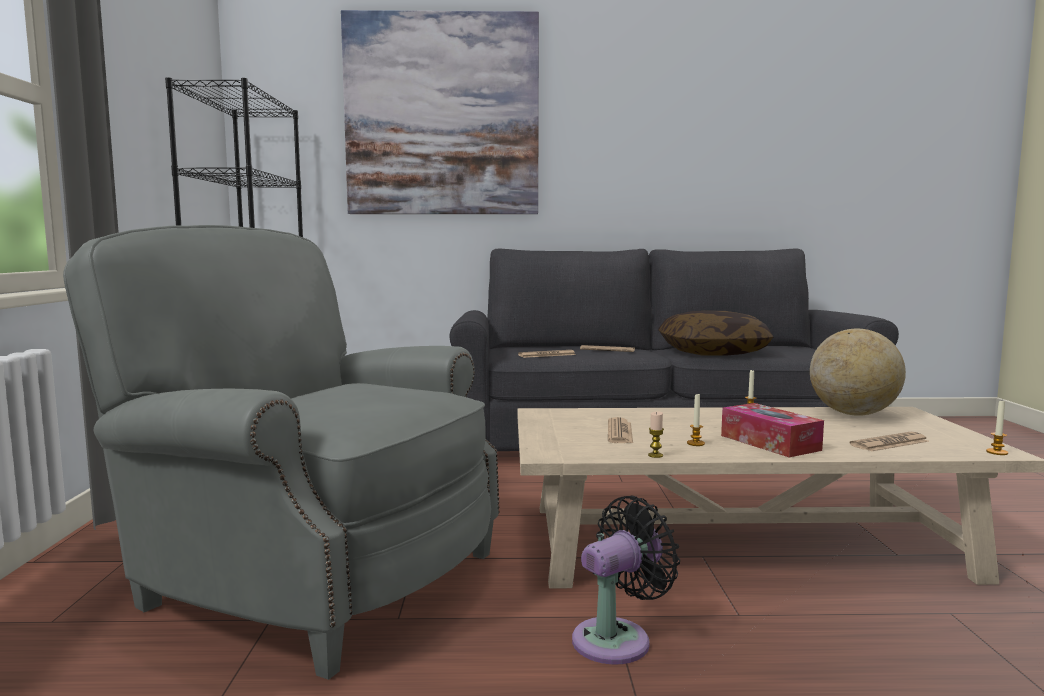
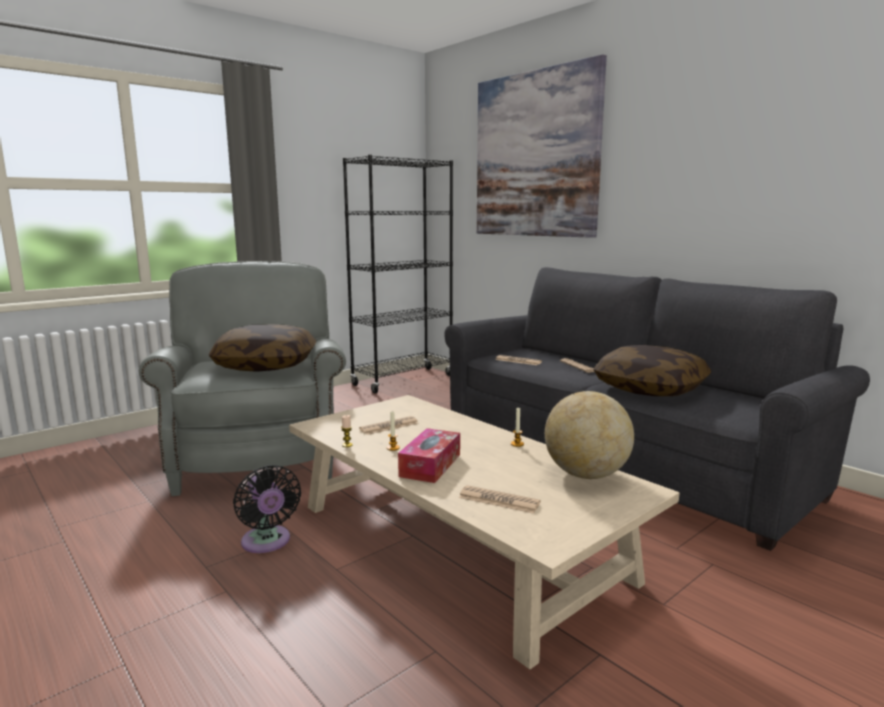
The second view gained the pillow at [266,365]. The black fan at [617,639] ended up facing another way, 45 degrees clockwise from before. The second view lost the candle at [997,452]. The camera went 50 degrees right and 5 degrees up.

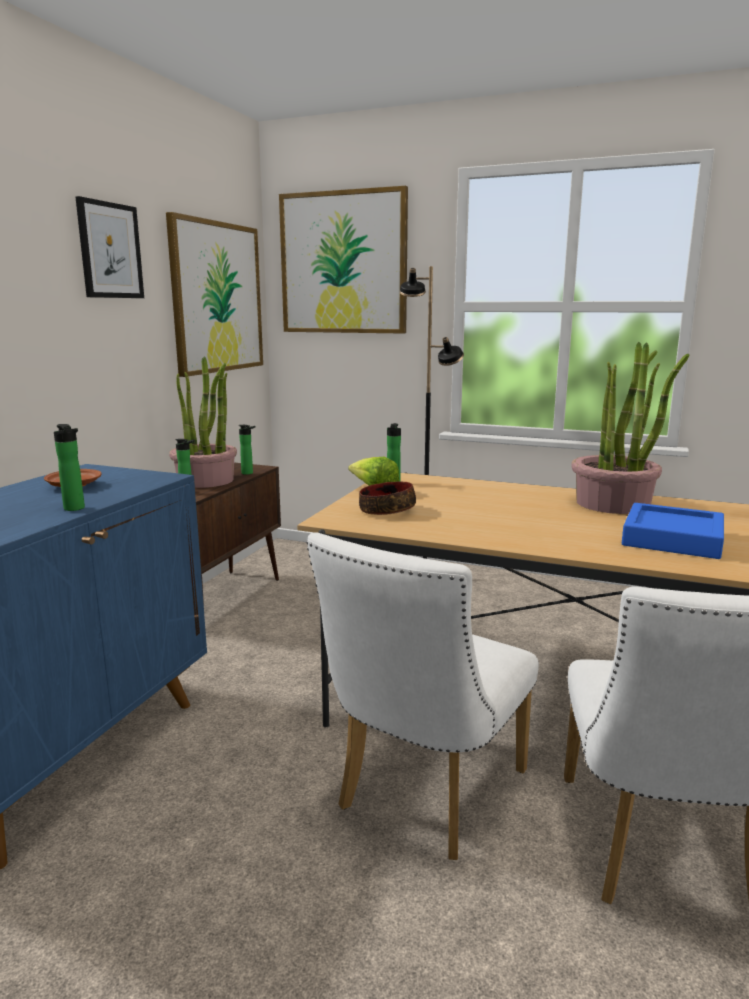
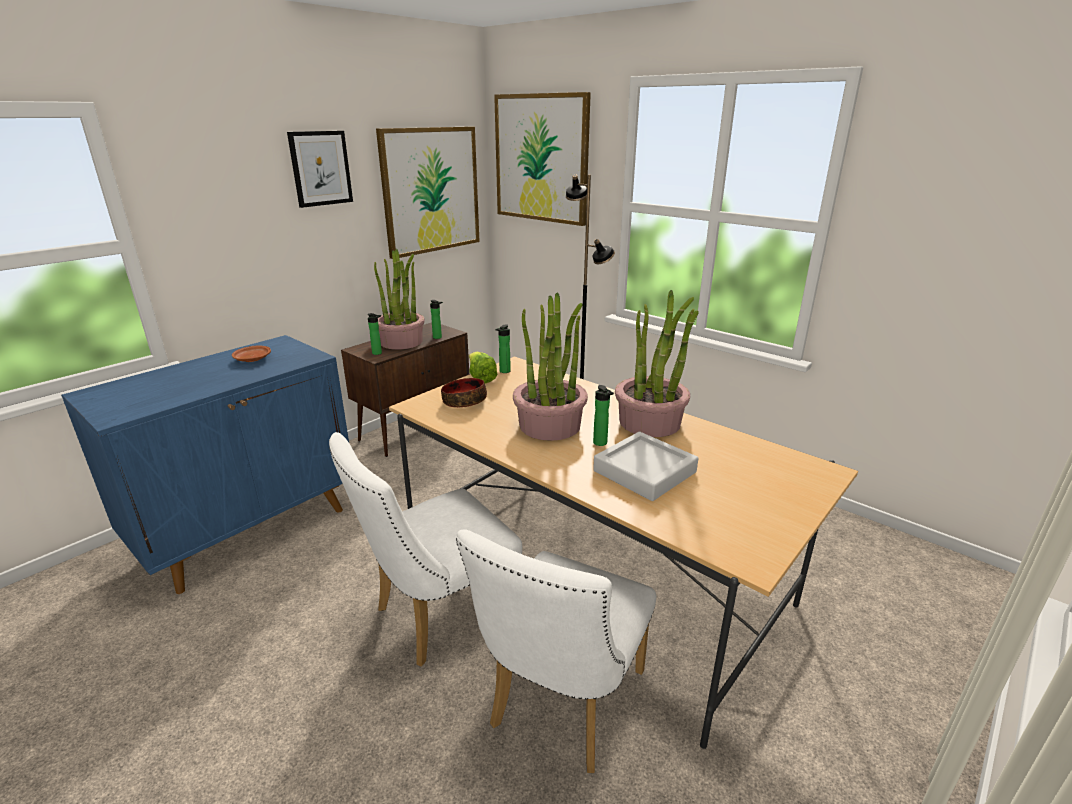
The second view gained the potted plant at [550,426]. The bottle ended up elsewhere, having gone from [75,509] to [601,443]. What was the blue tray at [672,539] turned into the grey tray at [644,471]. The camera went 20 degrees right and 10 degrees up.

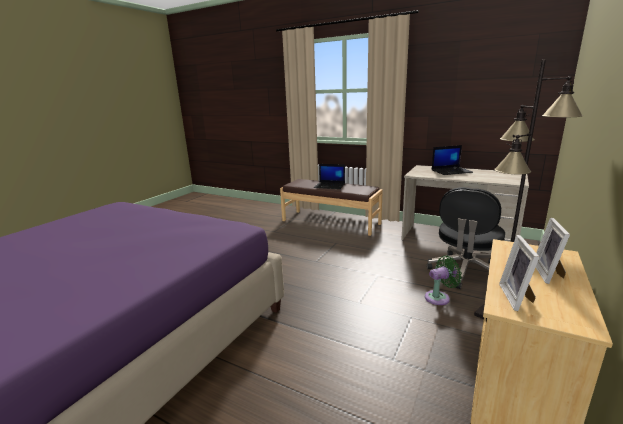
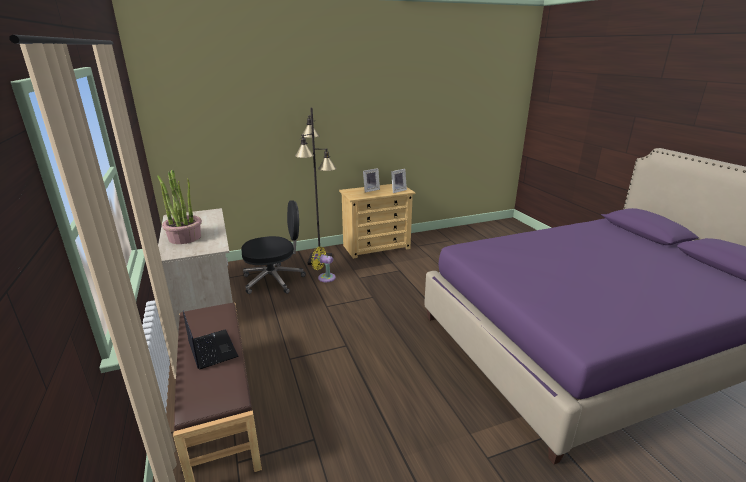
Where the laptop stood at [451,171], the potted plant came to stand at [184,237]. What was the green fan at [439,297] turned into the yellow fan at [324,277]. The camera went 140 degrees left and 5 degrees up.

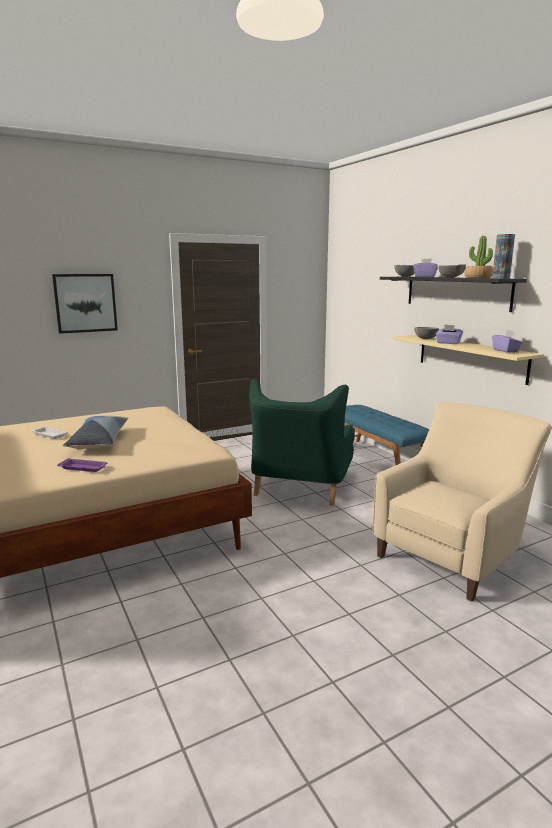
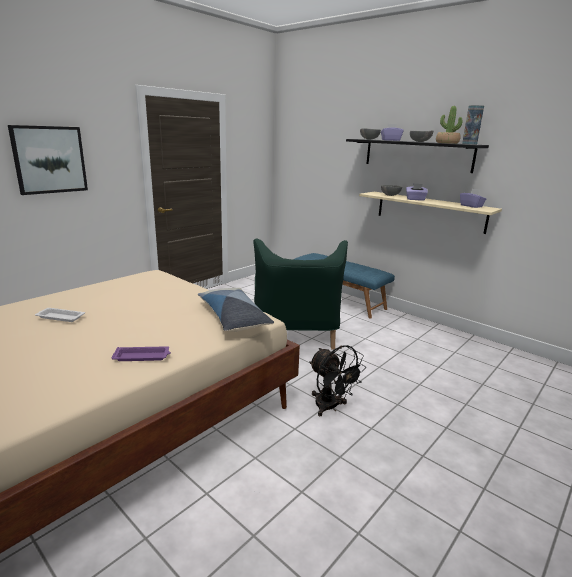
The pillow ended up elsewhere, having gone from [98,441] to [233,317]. The second view gained the black fan at [330,407]. The second view lost the beige armchair at [454,554]. The camera went 20 degrees left and 5 degrees up.

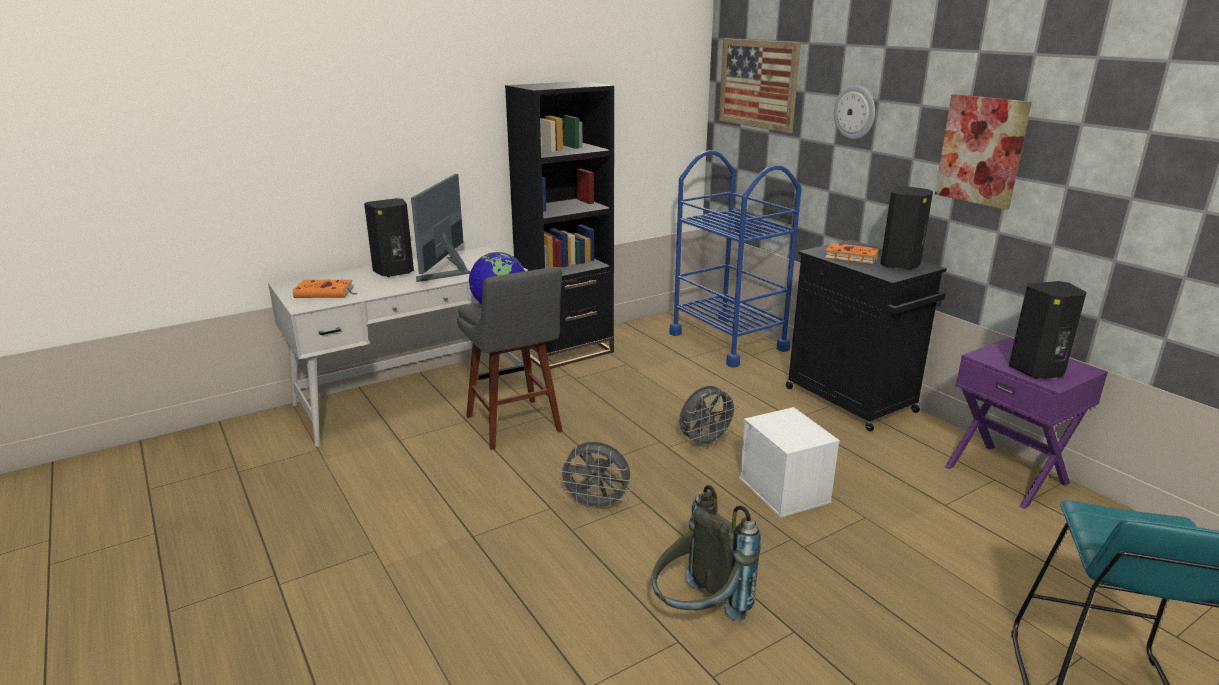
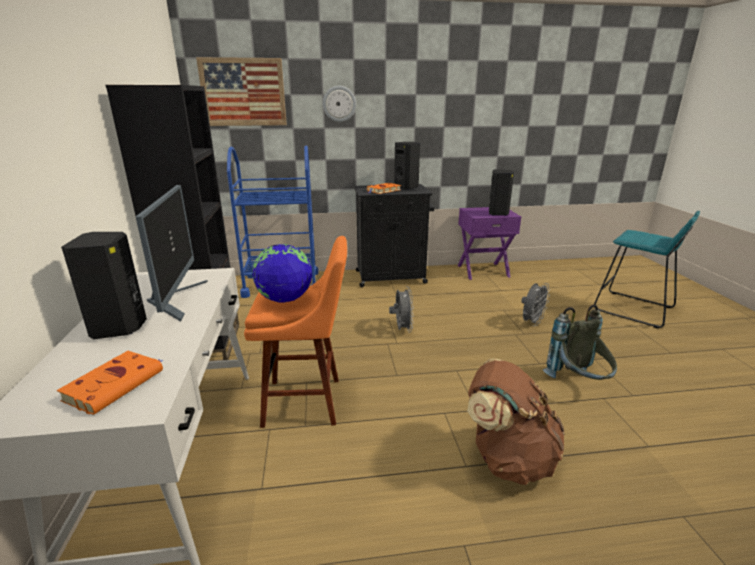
The monitor at [447,272] ended up facing another way, 135 degrees counterclockwise from before. What was the grey stool at [515,426] turned into the orange stool at [307,402]. The second view gained the brown backpack at [507,458]. The grey fan ended up elsewhere, having gone from [596,505] to [531,322]. The second view lost the white storage box at [785,491]. The second view lost the picture at [981,150]. The camera went 65 degrees left and 0 degrees up.

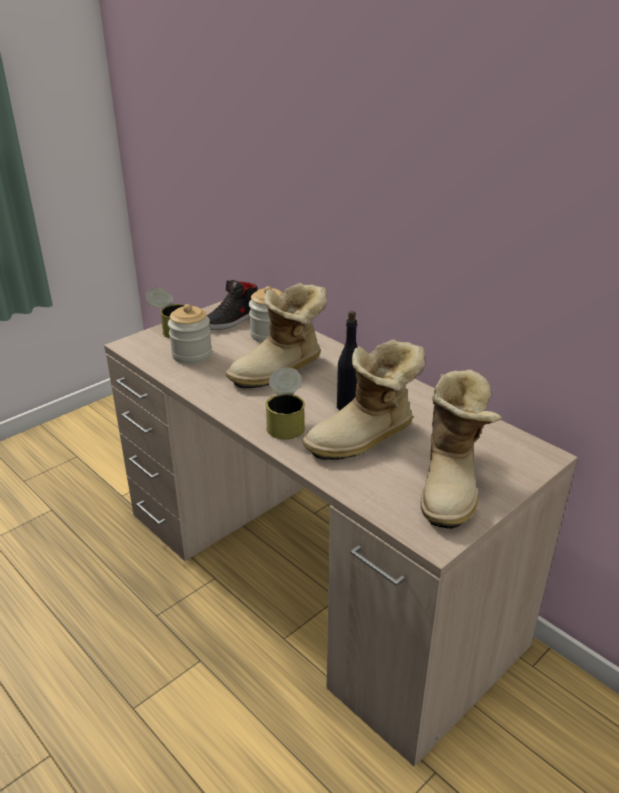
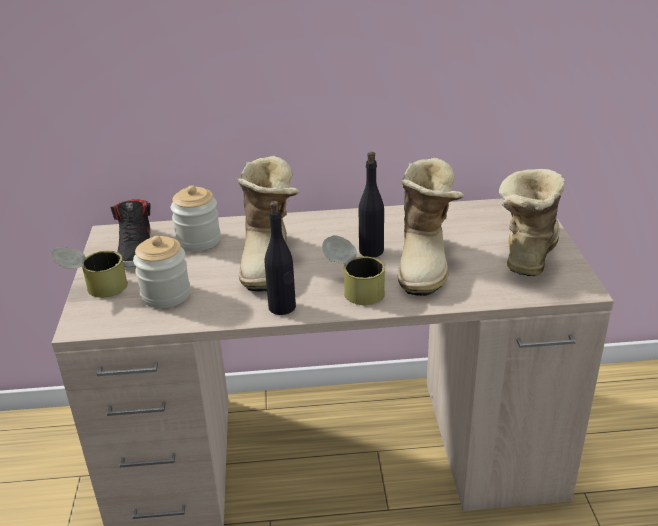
The second view gained the black bottle at [282,307]. The boot at [453,486] ended up facing another way, 120 degrees counterclockwise from before. The camera went 50 degrees left and 0 degrees up.

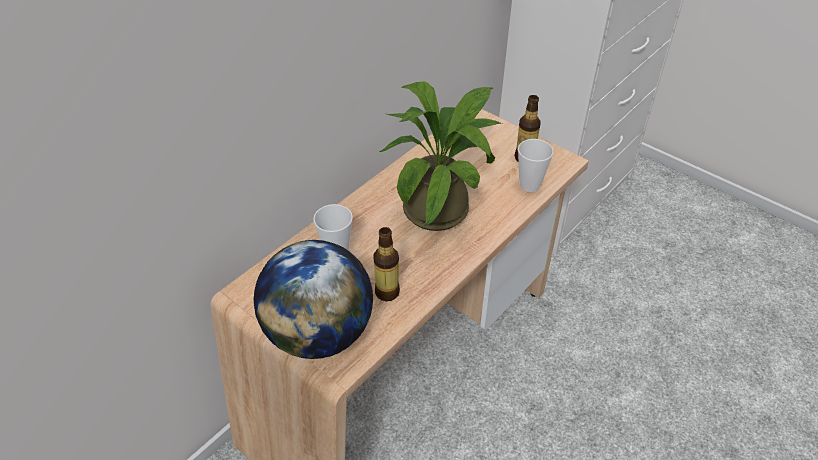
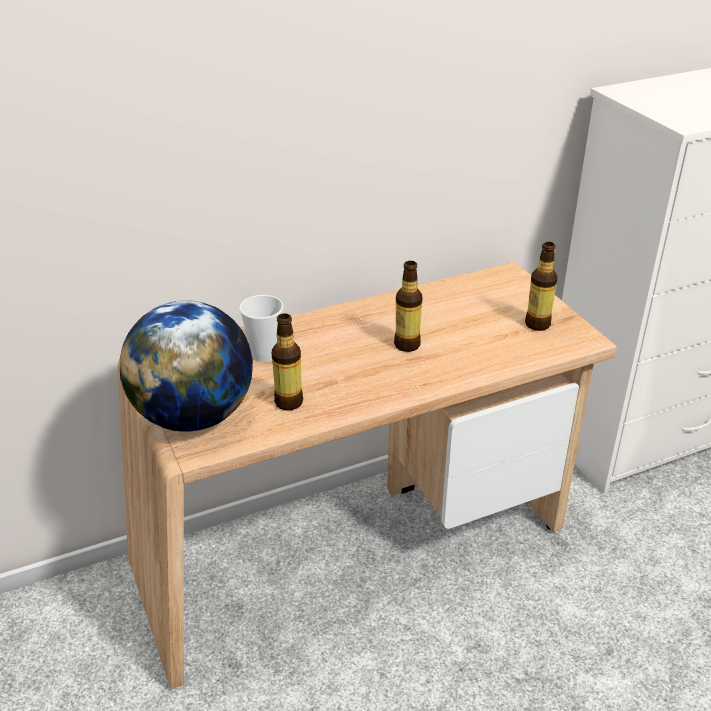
Where the potted plant stood at [442,207], the bottle came to stand at [407,345]. The second view lost the cup at [529,185]. The camera went 25 degrees right and 10 degrees down.

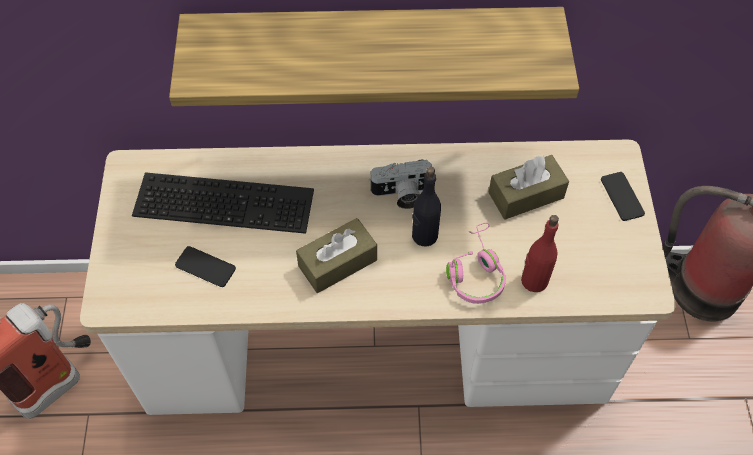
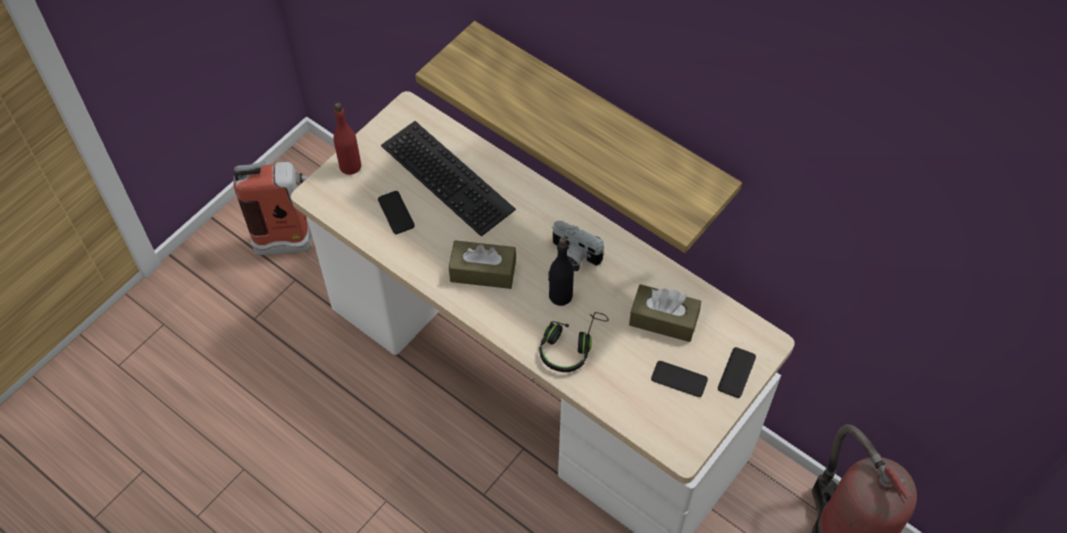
The red bottle ended up elsewhere, having gone from [534,280] to [350,165]. What was the pink headphones at [475,271] turned into the black headphones at [570,345]. The second view gained the phone at [679,379]. The camera went 40 degrees right and 0 degrees up.

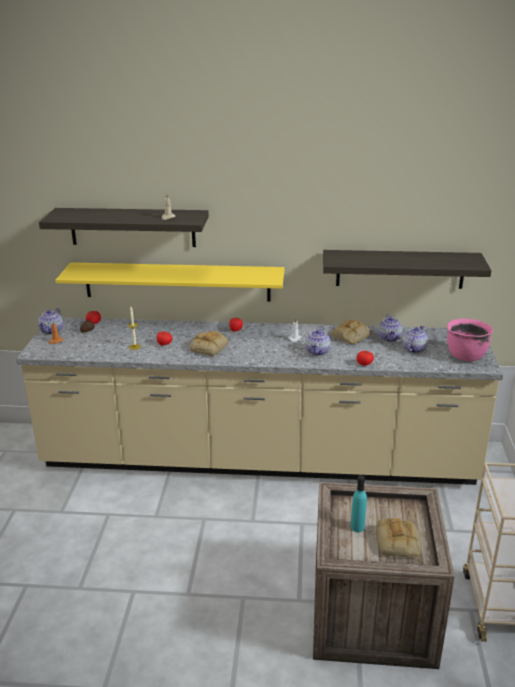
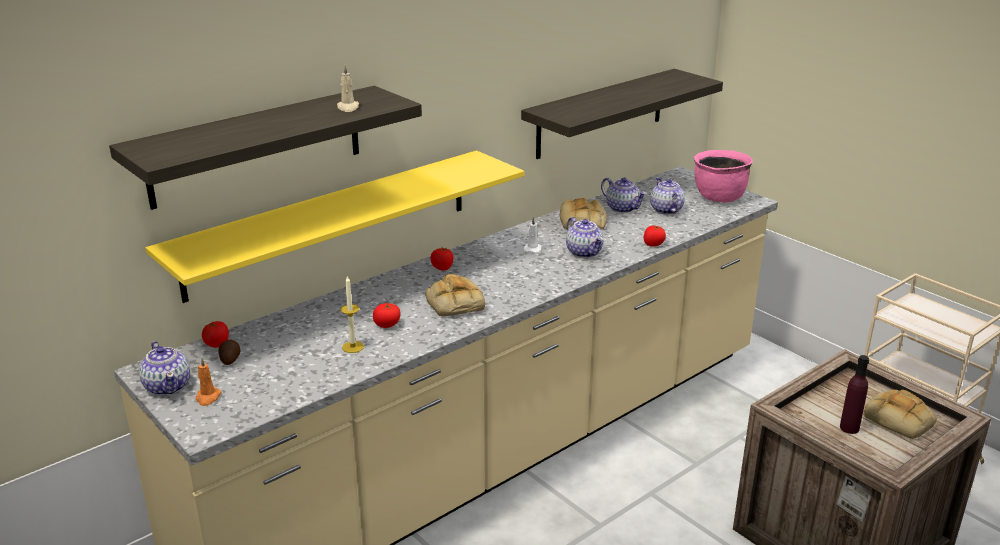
What was the turquoise bottle at [357,527] turned into the purple bottle at [849,428]. The camera went 45 degrees left and 0 degrees up.

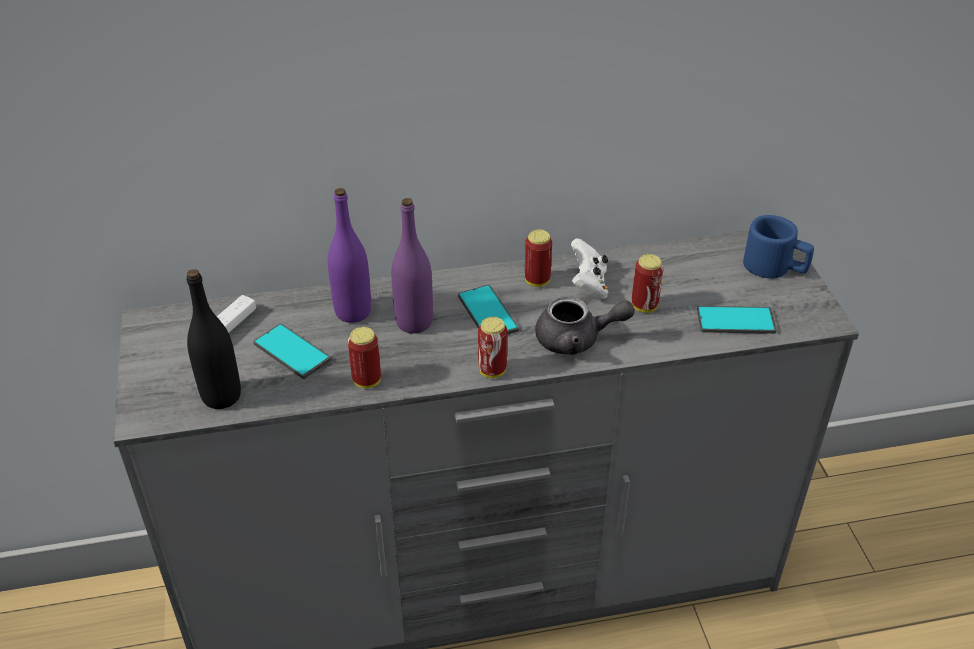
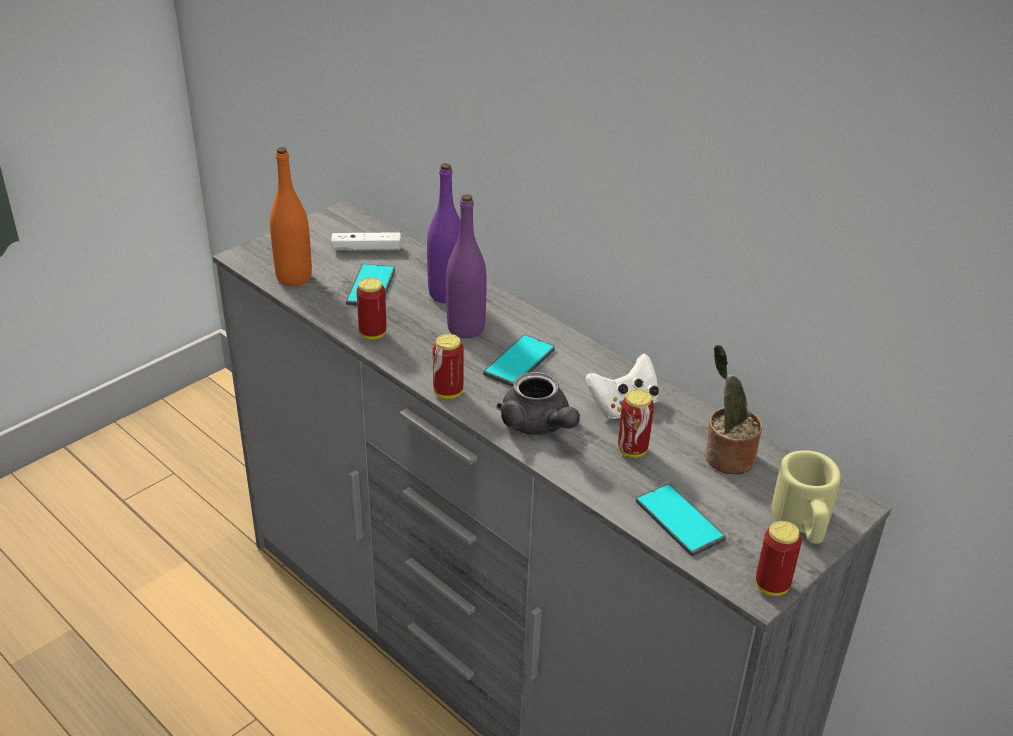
What was the black bottle at [221,396] turned into the orange bottle at [294,277]. The second view gained the potted plant at [725,457]. The can ended up elsewhere, having gone from [537,281] to [772,586]. What was the blue mug at [775,268] turned into the beige mug at [803,522]. The camera went 55 degrees right and 5 degrees down.

